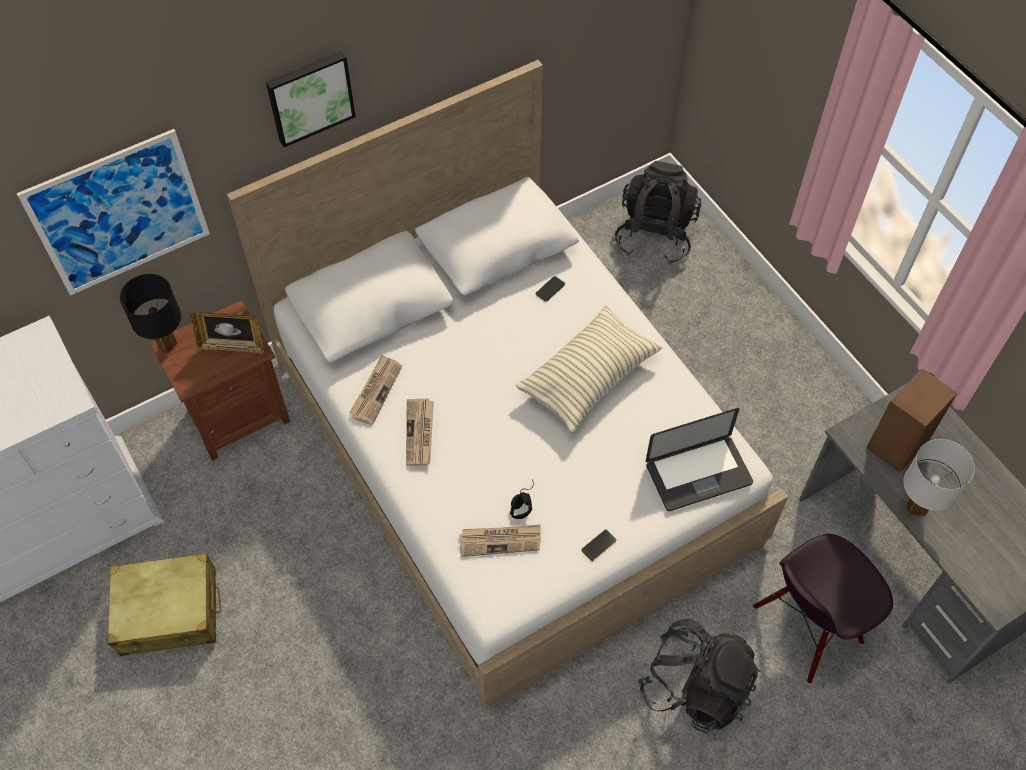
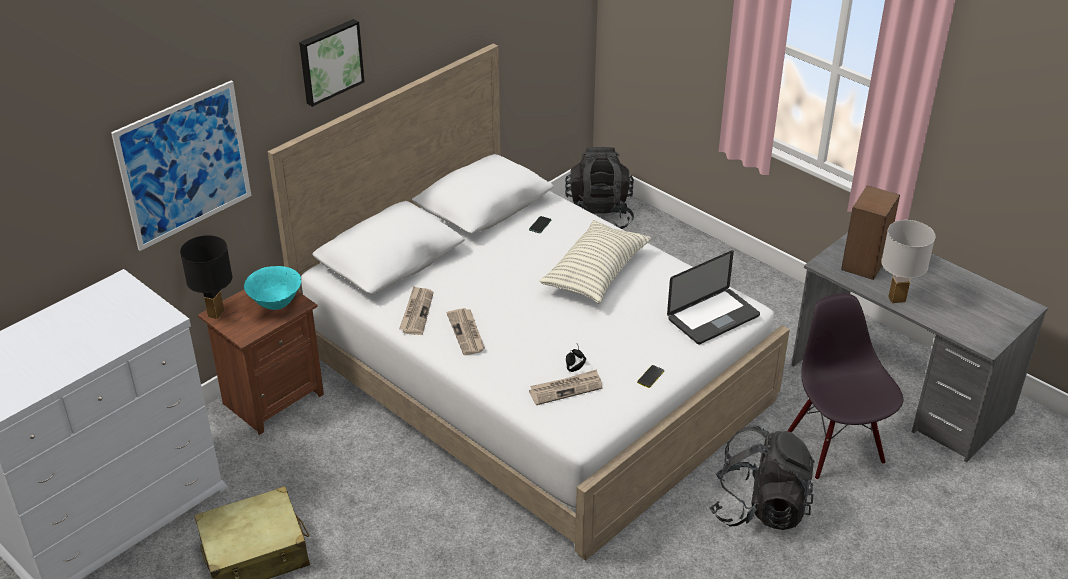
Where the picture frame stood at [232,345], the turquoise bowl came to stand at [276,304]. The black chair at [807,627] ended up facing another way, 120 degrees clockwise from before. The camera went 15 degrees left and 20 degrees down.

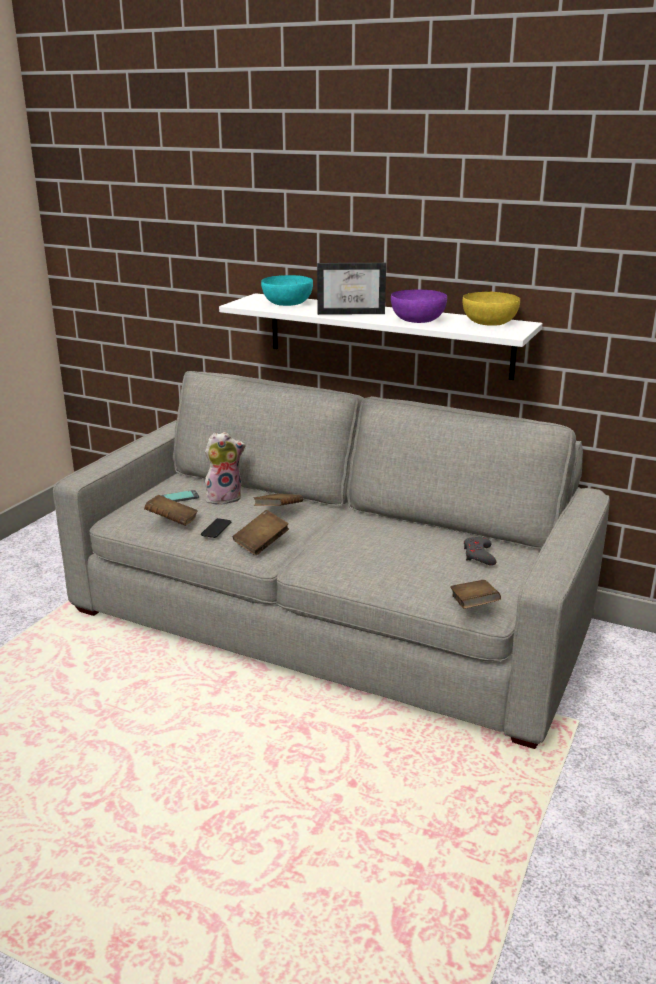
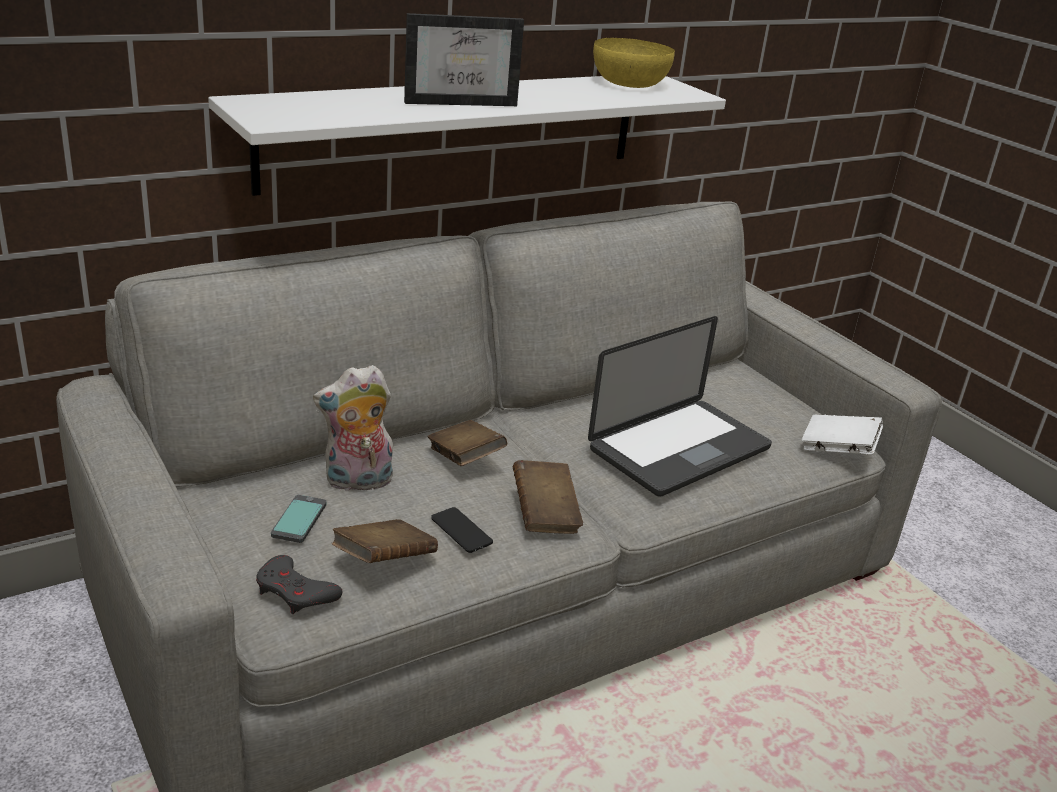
The grey game controller ended up elsewhere, having gone from [479,555] to [295,592]. The plush toy at [224,498] ended up facing another way, 120 degrees counterclockwise from before. The picture frame at [352,312] ended up facing another way, 45 degrees clockwise from before. The second view gained the laptop at [679,449]. What was the brown book at [473,606] turned into the white book at [837,449]. The second view lost the turquoise bowl at [288,303]. The second view lost the purple bowl at [417,320]. The camera went 60 degrees left and 5 degrees up.

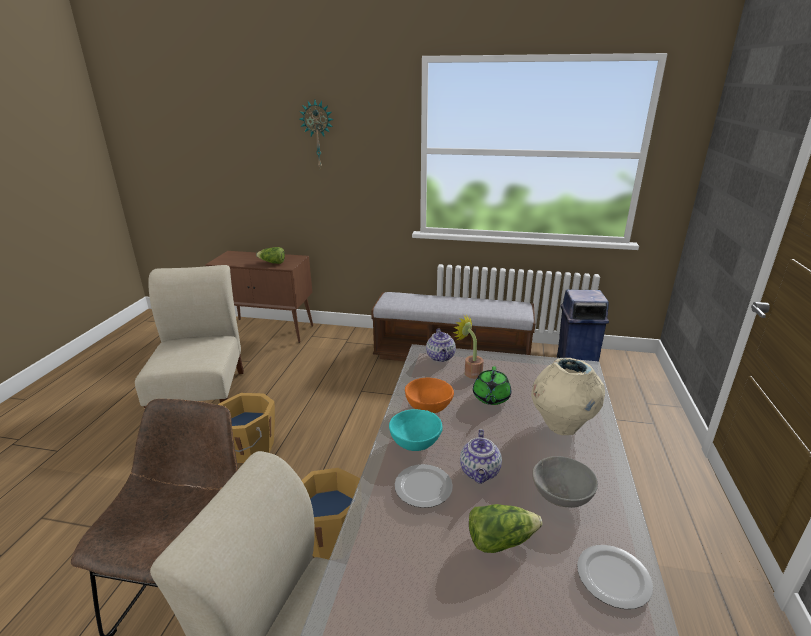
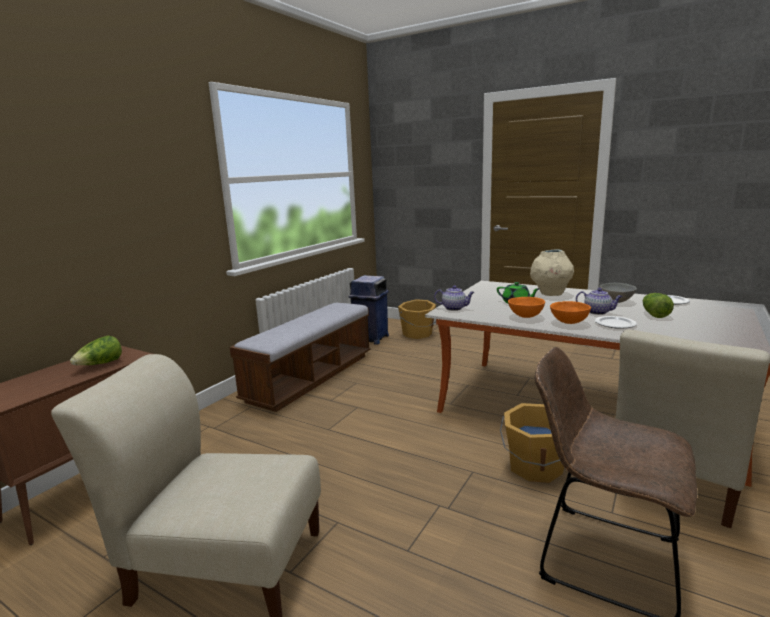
The orange bucket ended up elsewhere, having gone from [249,448] to [417,334]. What was the turquoise bowl at [414,443] turned into the orange bowl at [568,322]. The second view lost the wall clock at [318,134]. The second view lost the potted plant at [470,372]. The camera went 70 degrees left and 10 degrees down.

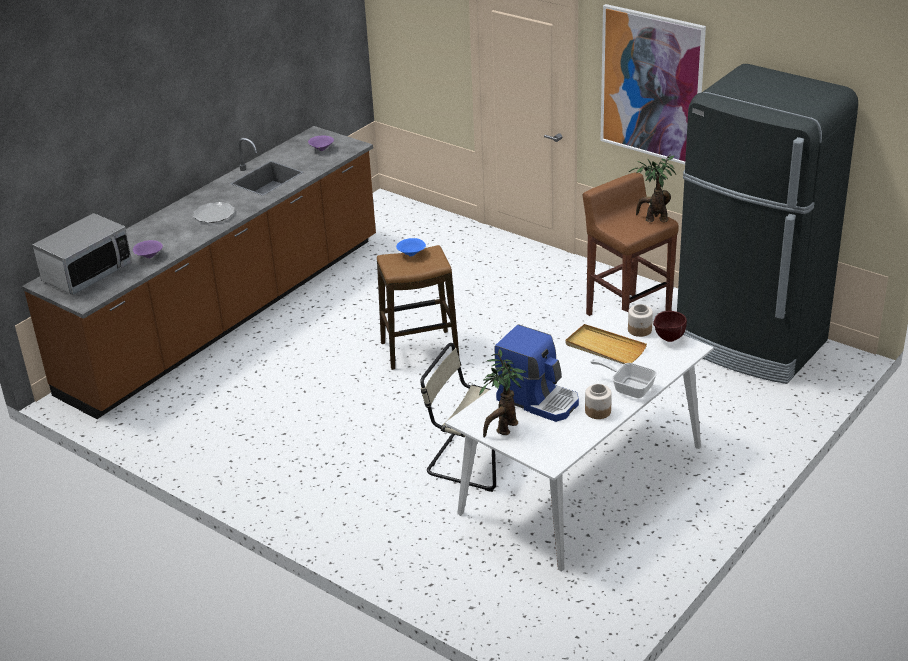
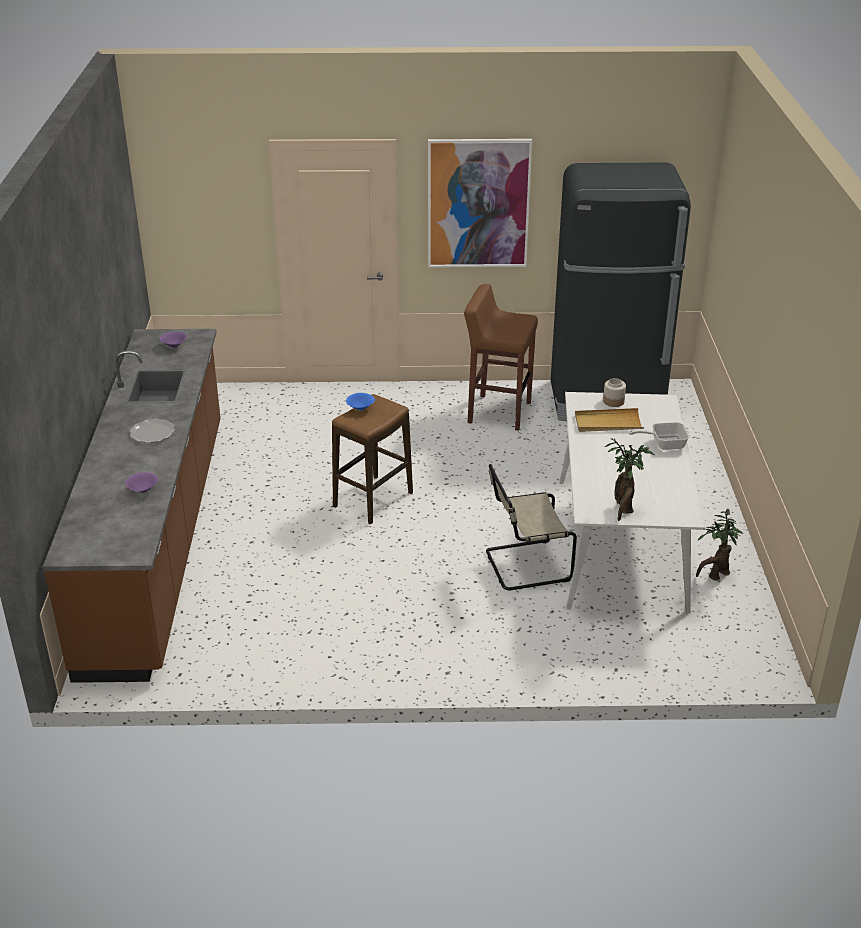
The potted plant ended up elsewhere, having gone from [653,219] to [715,575]. The second view lost the microwave at [87,273]. The second view lost the coffee machine at [538,399]. The second view lost the jar at [598,411]. The second view lost the brown bowl at [668,339]. The camera went 40 degrees left and 0 degrees up.

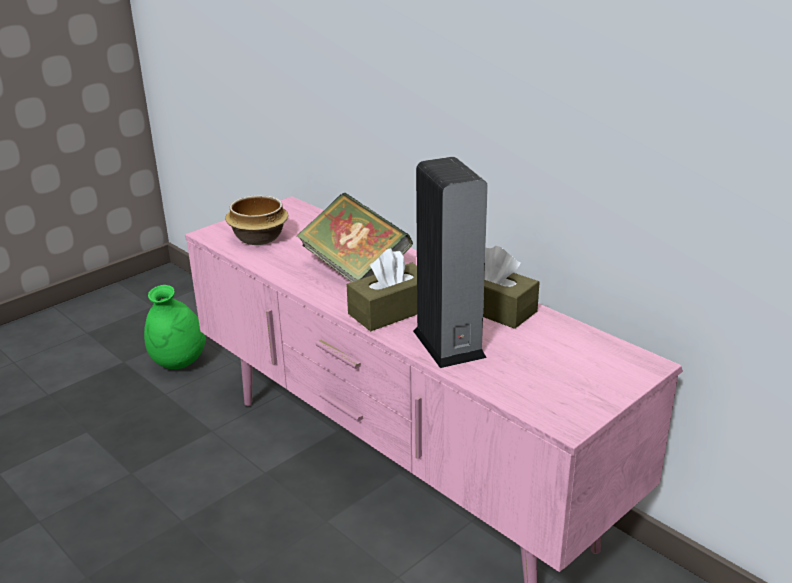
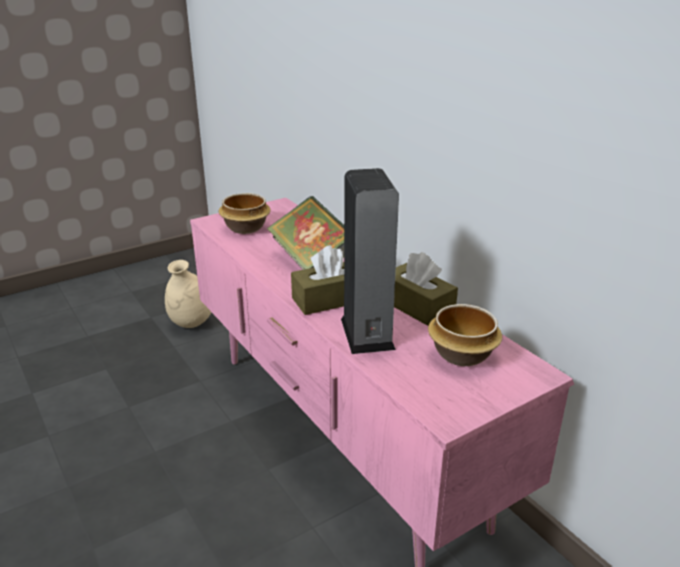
What was the green vase at [179,364] turned into the beige vase at [191,324]. The second view gained the bowl at [461,354]. The camera went 10 degrees right and 0 degrees up.

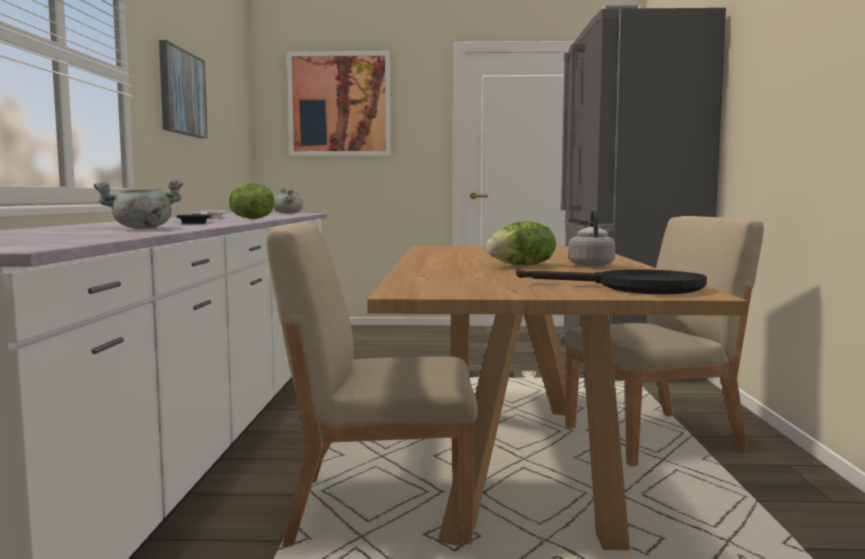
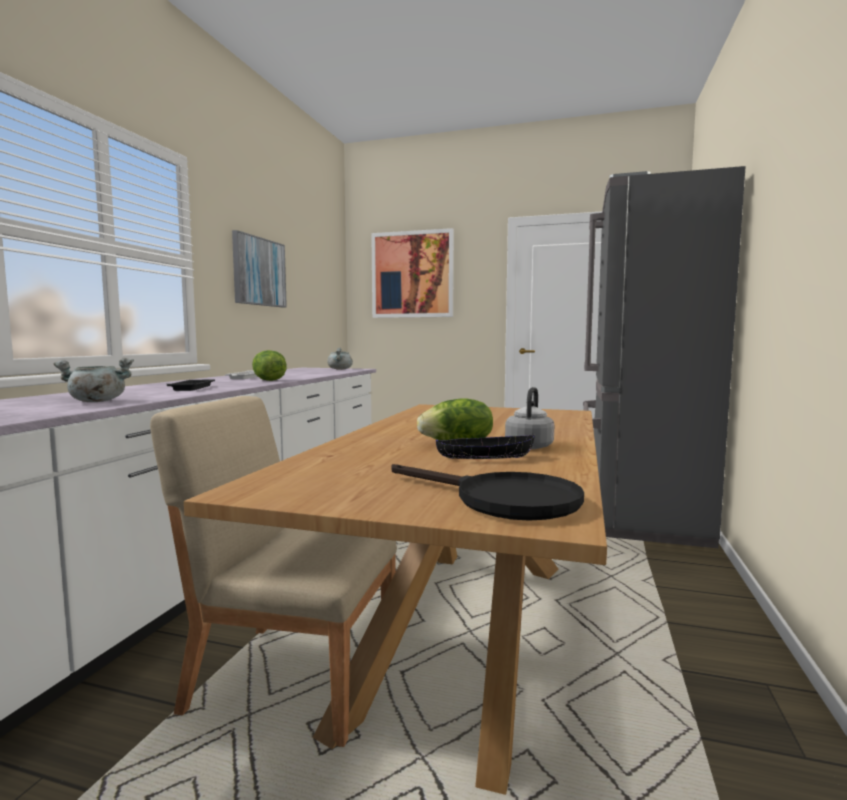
The second view gained the black bowl at [485,458]. The second view lost the beige chair at [655,438]. The camera went 15 degrees right and 0 degrees up.

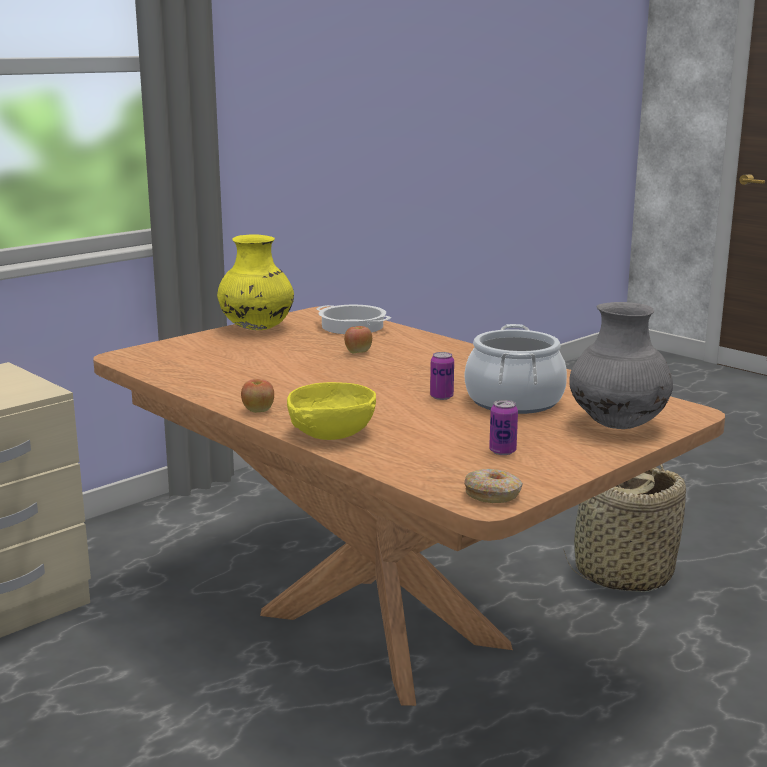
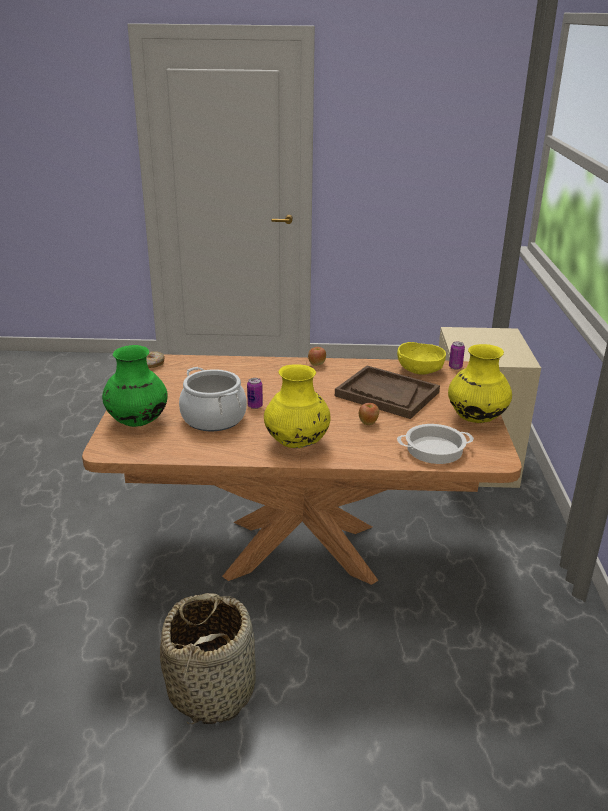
What was the grey vase at [618,426] turned into the green vase at [137,421]. The second view gained the yellow vase at [297,443]. The second view gained the brown tray at [386,394]. The yellow bowl ended up elsewhere, having gone from [331,433] to [420,370]. The can ended up elsewhere, having gone from [502,451] to [455,367]. The camera went 135 degrees right and 10 degrees up.

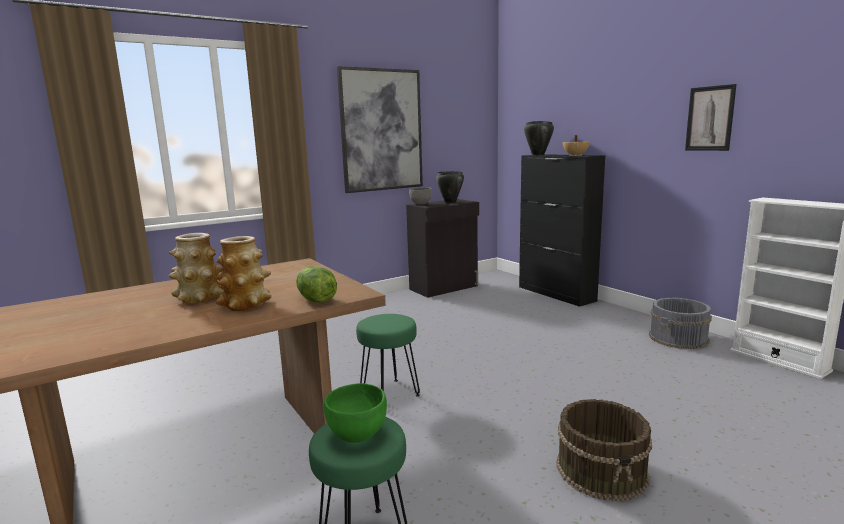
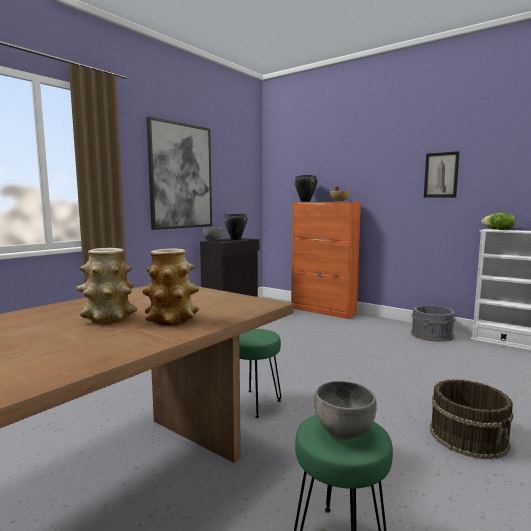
What was the black cabinet at [556,294] turned into the orange cabinet at [323,311]. What was the green bowl at [357,435] turned into the grey bowl at [343,432]. The lettuce ended up elsewhere, having gone from [315,300] to [498,229]. The camera went 20 degrees left and 5 degrees down.

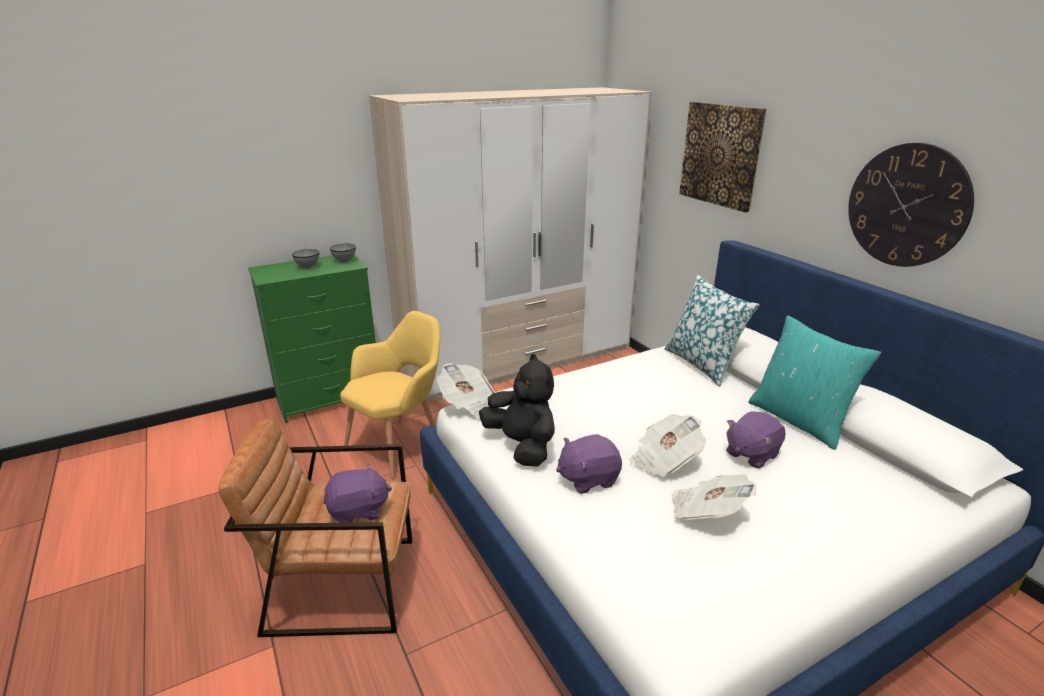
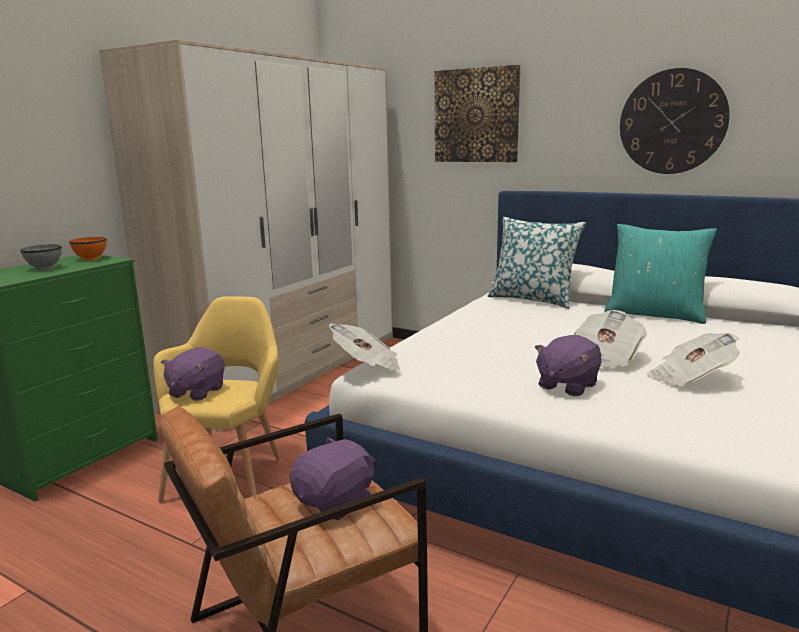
What was the grey bowl at [344,261] turned into the orange bowl at [90,258]. The purple plush toy ended up elsewhere, having gone from [751,454] to [196,392]. The second view lost the black plush toy at [522,446]. The camera went 30 degrees left and 10 degrees down.

